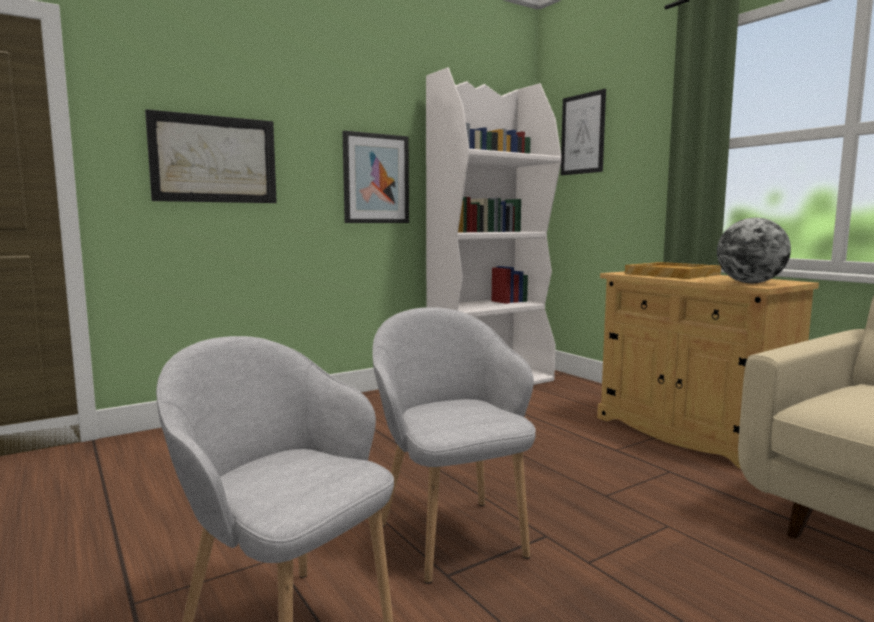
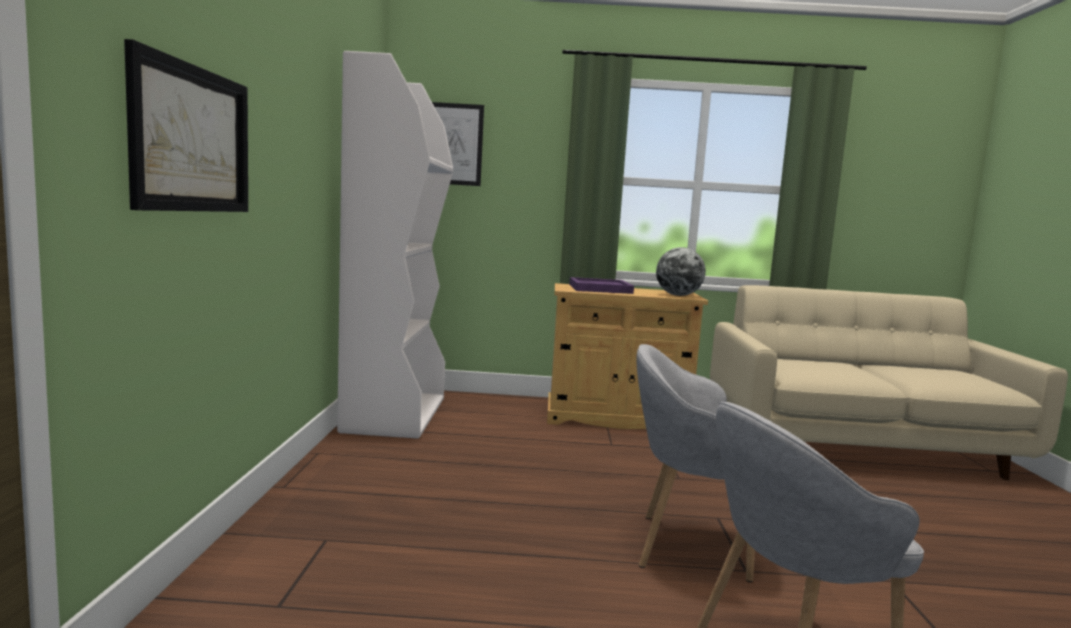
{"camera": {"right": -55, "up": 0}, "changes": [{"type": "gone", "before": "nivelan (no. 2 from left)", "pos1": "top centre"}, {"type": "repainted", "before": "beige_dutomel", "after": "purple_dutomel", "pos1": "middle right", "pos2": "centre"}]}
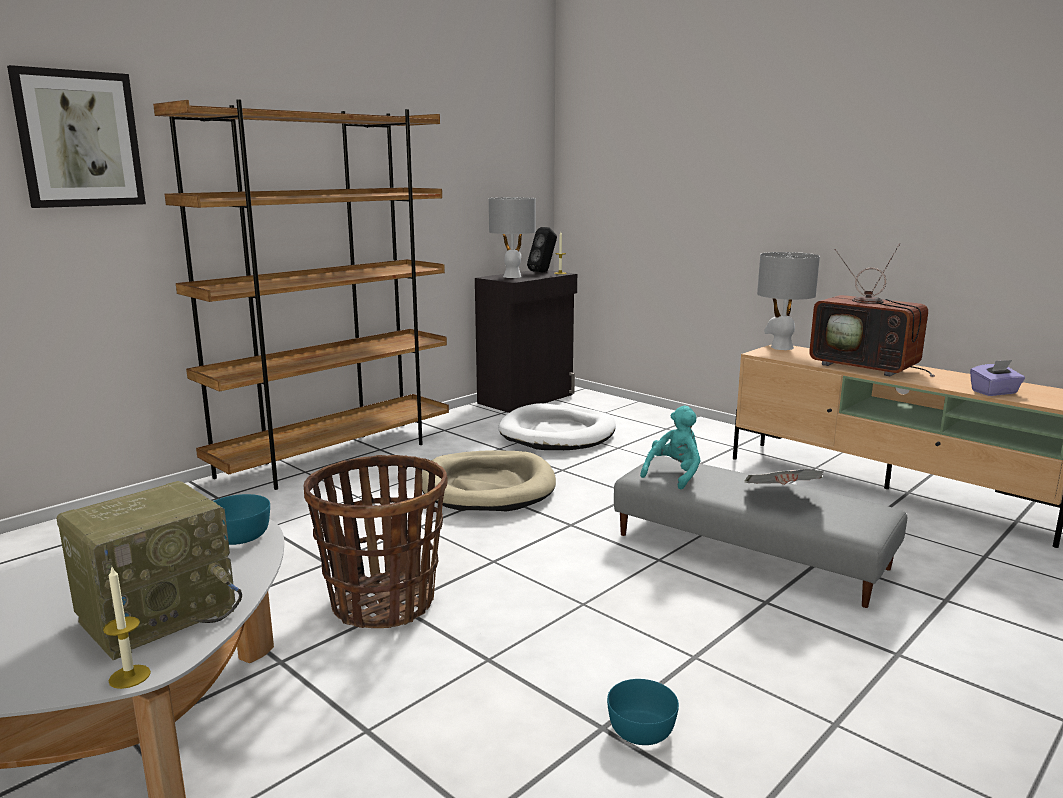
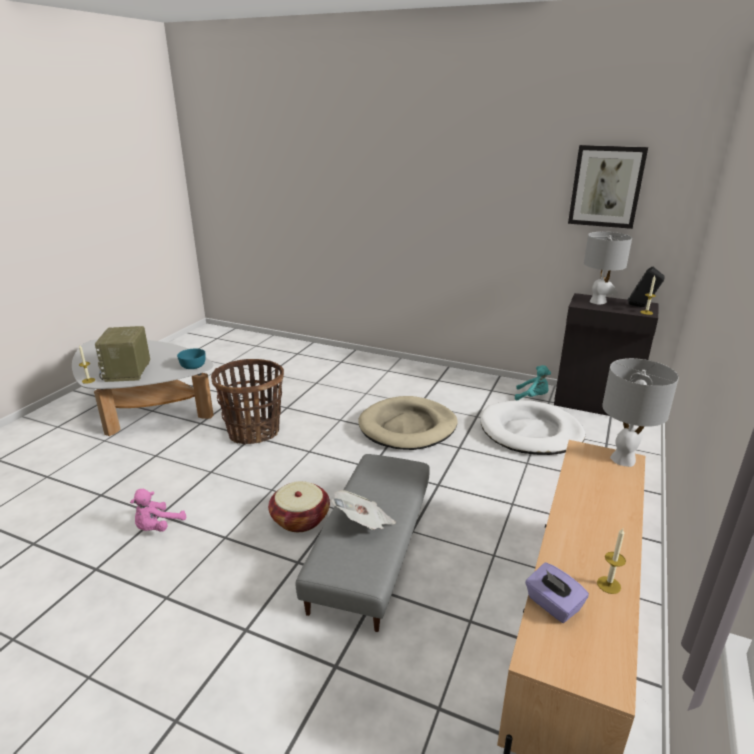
{"camera": {"right": 70, "up": 10}, "changes": [{"type": "gone", "before": "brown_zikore", "pos1": "middle left"}, {"type": "gone", "before": "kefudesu", "pos1": "middle right"}, {"type": "new", "after": "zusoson (no. 2 from left)", "pos2": "bottom centre"}, {"type": "new", "after": "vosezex (no. 2 from left)", "pos2": "bottom right"}, {"type": "shifted", "before": "nivelan", "pos1": "top left", "pos2": "top right"}, {"type": "shifted", "before": "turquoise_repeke", "pos1": "centre", "pos2": "middle right"}, {"type": "swapped", "before": "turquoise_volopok (no. 2 from left)", "after": "pink_repeke", "pos1": "bottom centre", "pos2": "bottom left"}, {"type": "rotated", "before": "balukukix", "pos1": "bottom left", "pos2": "middle left", "turn": 60}]}
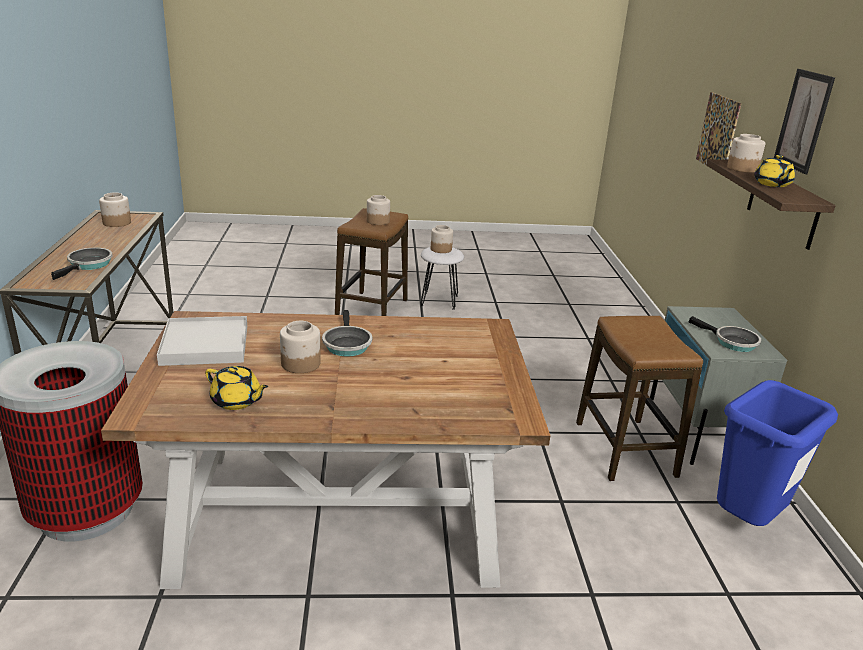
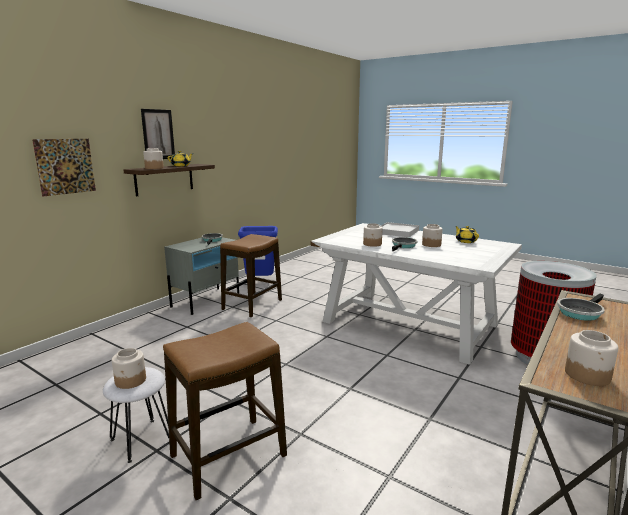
{"camera": {"right": -140, "up": -10}, "changes": [{"type": "shifted", "before": "white_dutomel", "pos1": "middle left", "pos2": "centre"}, {"type": "shifted", "before": "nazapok (no. 3 from left)", "pos1": "top centre", "pos2": "centre"}, {"type": "repainted", "before": "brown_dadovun", "after": "white_dadovun", "pos1": "bottom centre", "pos2": "centre"}]}
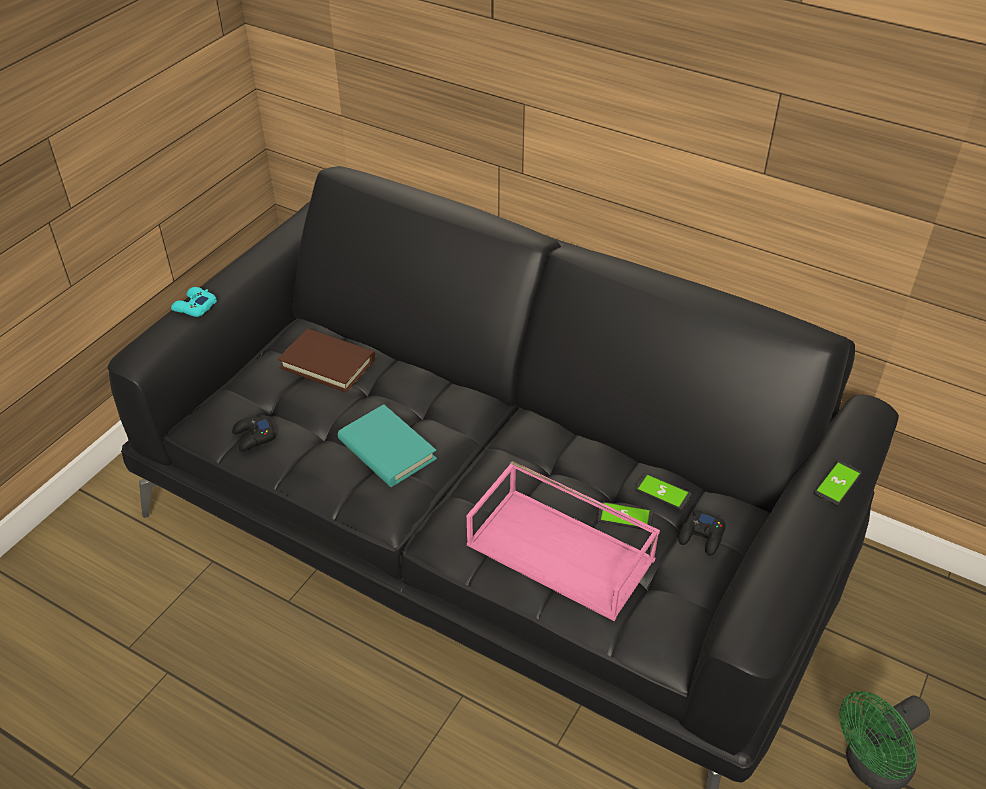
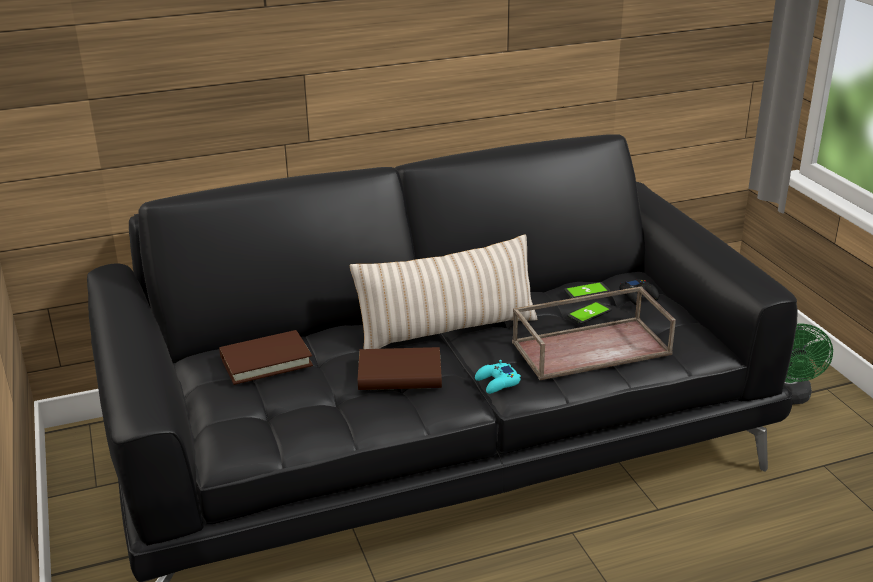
{"camera": {"right": -50, "up": -15}, "changes": [{"type": "gone", "before": "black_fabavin (no. 1 from left)", "pos1": "middle left"}, {"type": "gone", "before": "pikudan (no. 3 from left)", "pos1": "middle right"}, {"type": "new", "after": "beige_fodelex", "pos2": "centre"}, {"type": "shifted", "before": "turquoise_fabavin", "pos1": "middle left", "pos2": "centre"}, {"type": "repainted", "before": "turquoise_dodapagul", "after": "brown_dodapagul (no. 2 from left)", "pos1": "centre", "pos2": "centre"}, {"type": "repainted", "before": "pink_dutomel", "after": "brown_dutomel", "pos1": "bottom centre", "pos2": "middle right"}]}
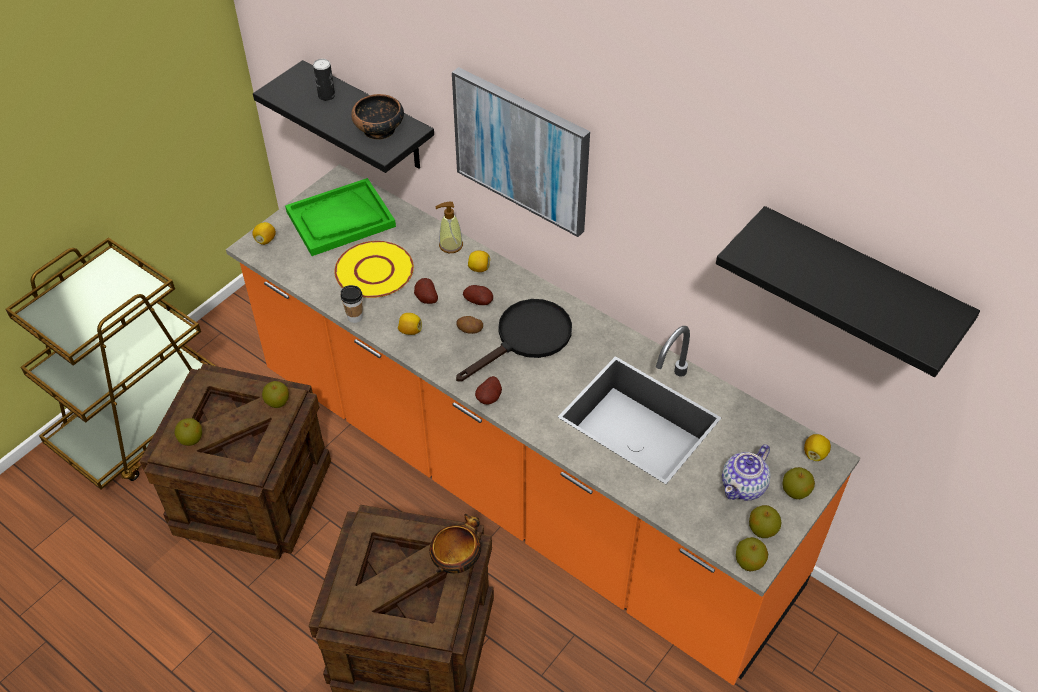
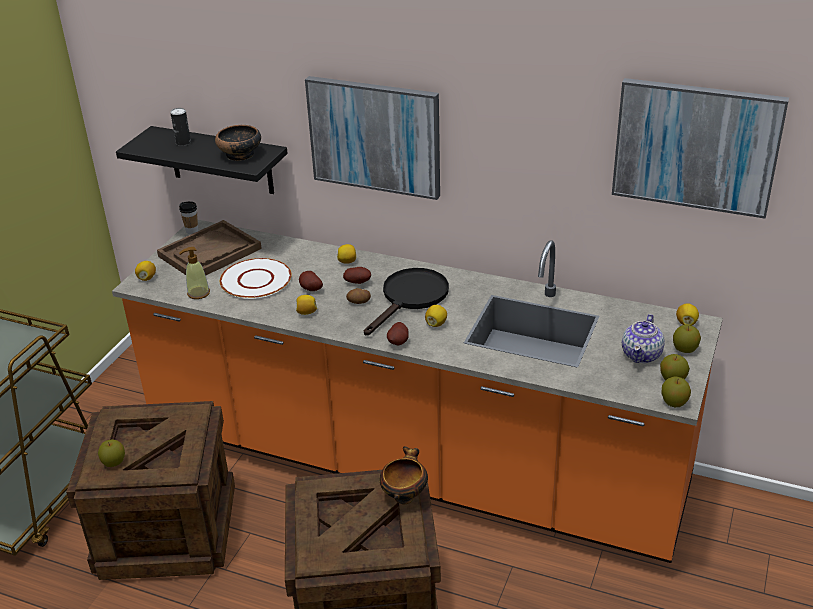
{"camera": {"right": -15, "up": -15}, "changes": [{"type": "gone", "before": "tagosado (no. 2 from left)", "pos1": "middle left"}, {"type": "new", "after": "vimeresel (no. 4 from left)", "pos2": "centre"}, {"type": "shifted", "before": "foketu", "pos1": "centre", "pos2": "middle left"}, {"type": "shifted", "before": "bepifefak", "pos1": "top centre", "pos2": "middle left"}, {"type": "swapped", "before": "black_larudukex (no. 2 from left)", "after": "nivelan (no. 2 from left)", "pos1": "middle right", "pos2": "top right"}, {"type": "repainted", "before": "green_dutomel", "after": "brown_dutomel", "pos1": "top left", "pos2": "middle left"}, {"type": "repainted", "before": "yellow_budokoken", "after": "white_budokoken", "pos1": "centre", "pos2": "middle left"}]}
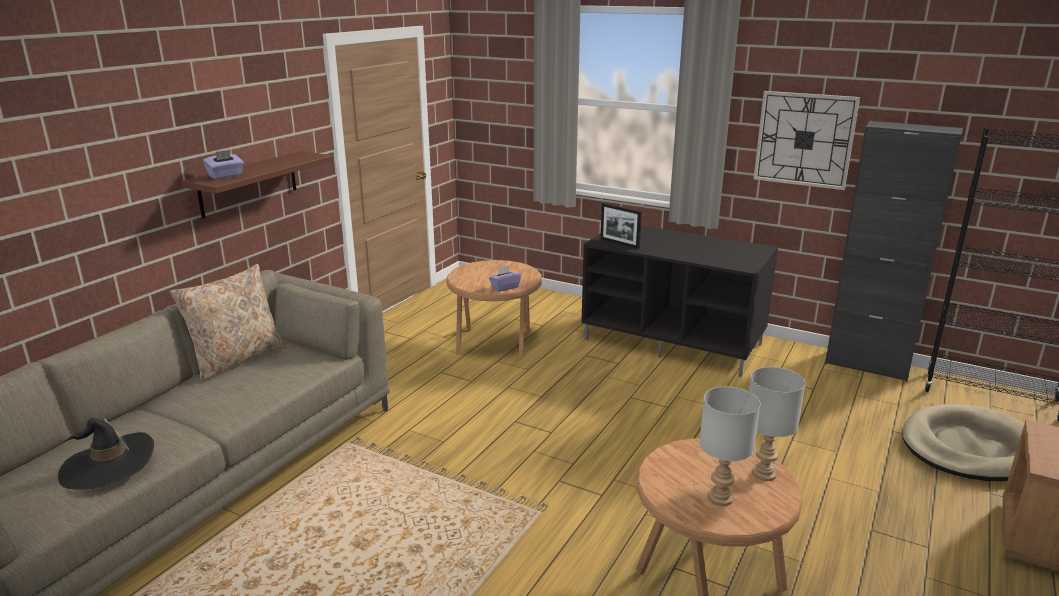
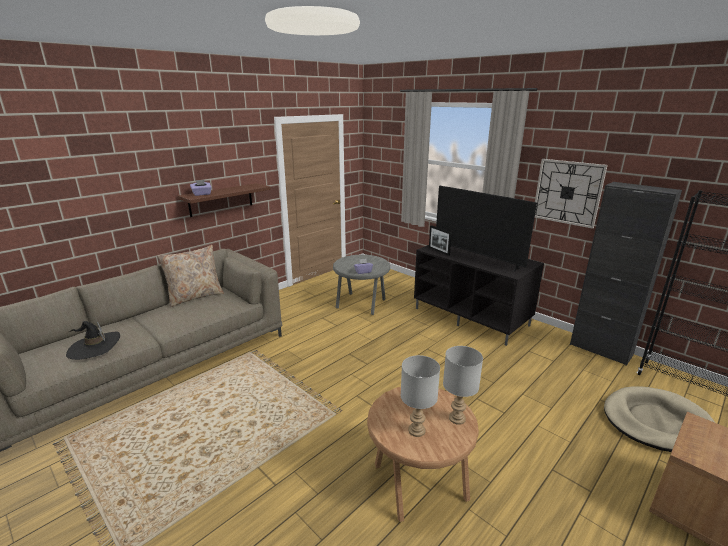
{"camera": {"right": 15, "up": 0}, "changes": [{"type": "new", "after": "kefudesu", "pos2": "middle right"}, {"type": "repainted", "before": "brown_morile (no. 1 from left)", "after": "grey_morile", "pos1": "centre", "pos2": "centre"}]}
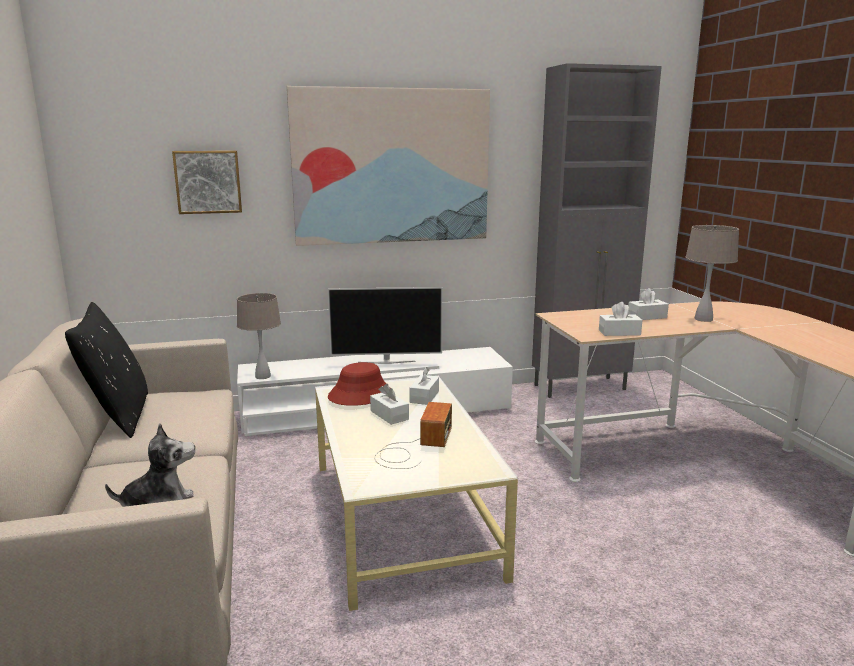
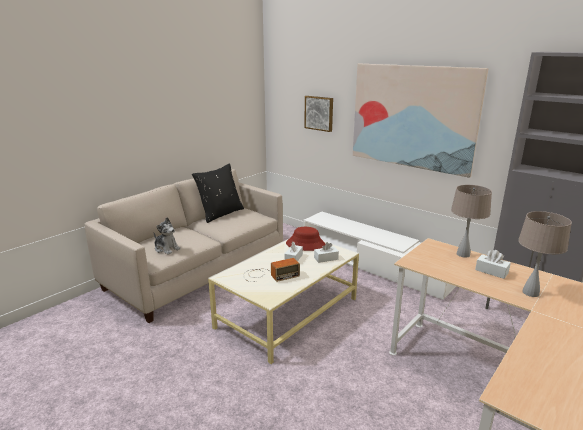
{"camera": {"right": 55, "up": 5}, "changes": [{"type": "gone", "before": "kefudesu", "pos1": "centre"}, {"type": "gone", "before": "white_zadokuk (no. 3 from left)", "pos1": "middle right"}, {"type": "shifted", "before": "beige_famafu (no. 1 from left)", "pos1": "middle left", "pos2": "middle right"}]}
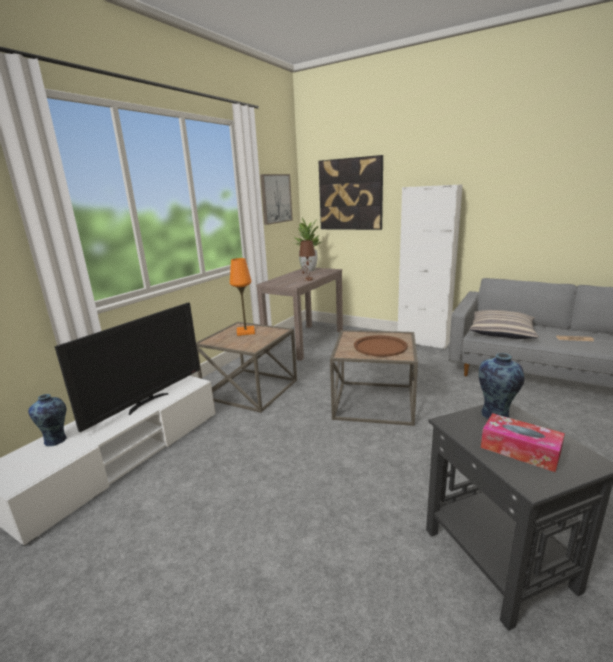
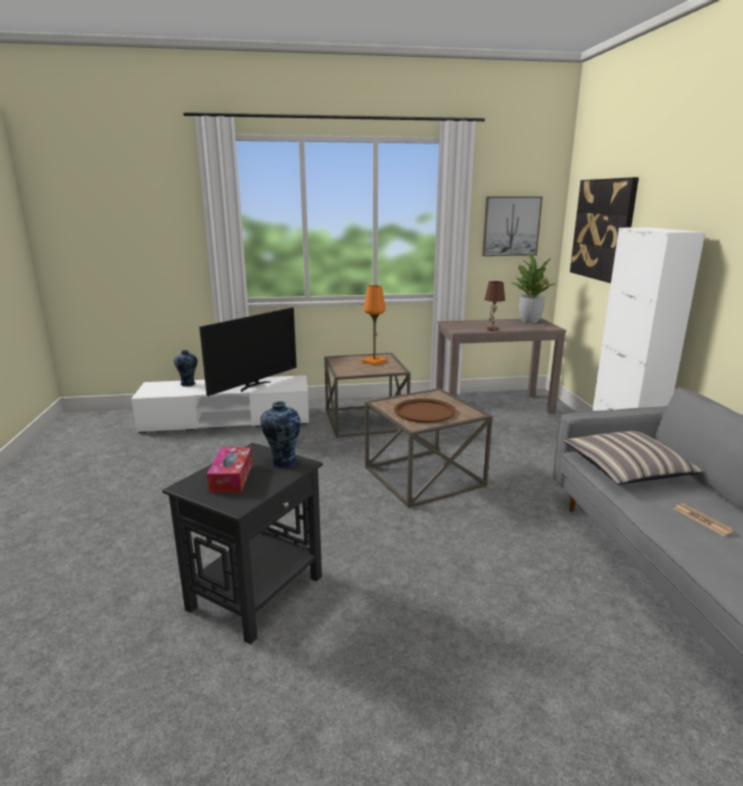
{"camera": {"right": 50, "up": 0}, "changes": [{"type": "rotated", "before": "kefudesu", "pos1": "middle left", "pos2": "centre", "turn": -45}]}
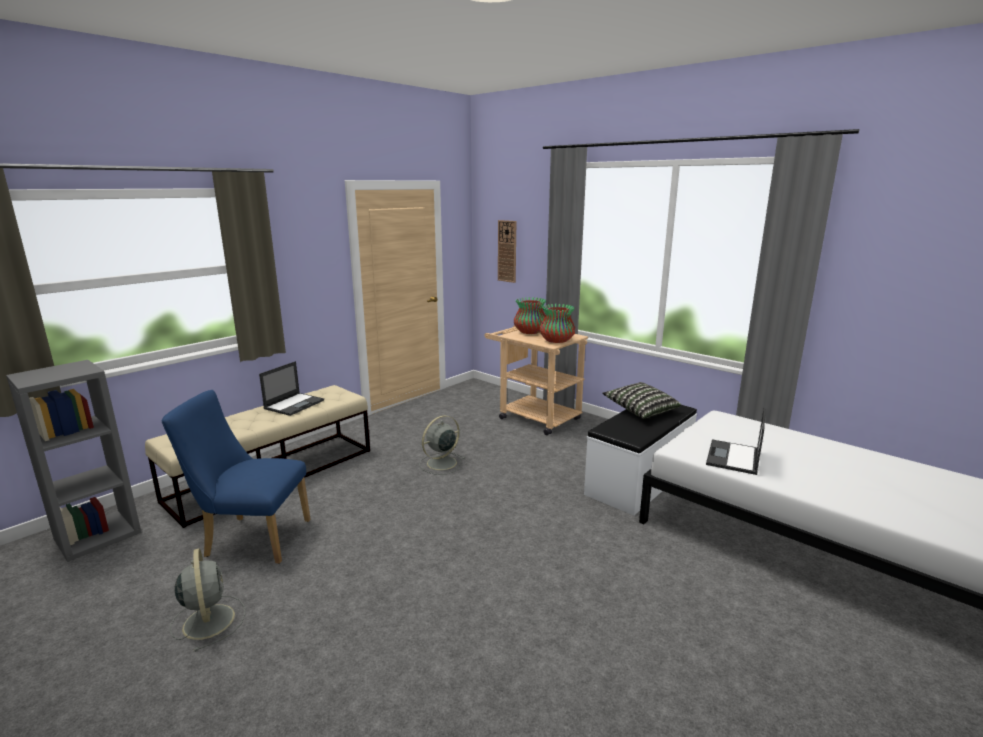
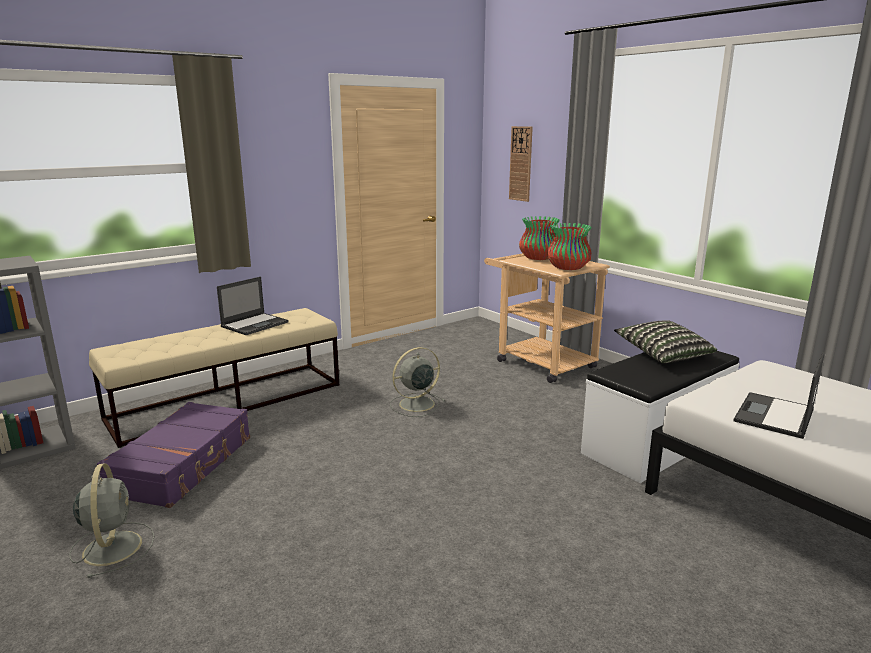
{"camera": {"right": 10, "up": 0}, "changes": [{"type": "swapped", "before": "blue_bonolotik", "after": "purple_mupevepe", "pos1": "middle left", "pos2": "bottom left"}]}
